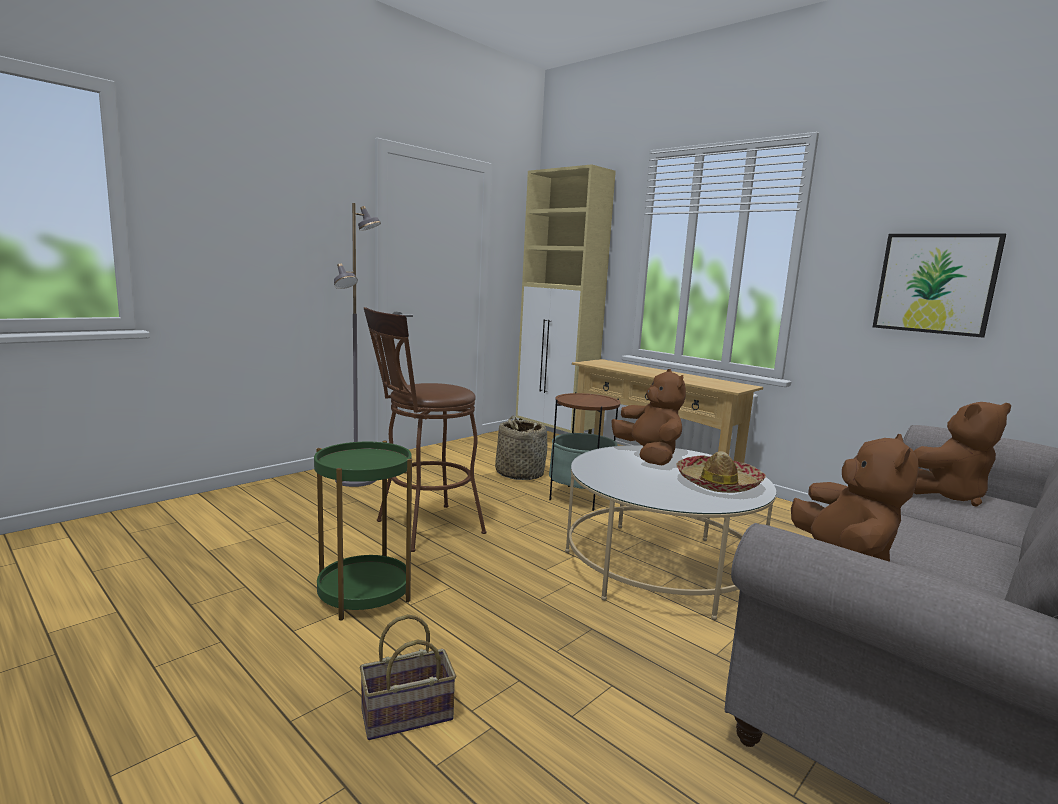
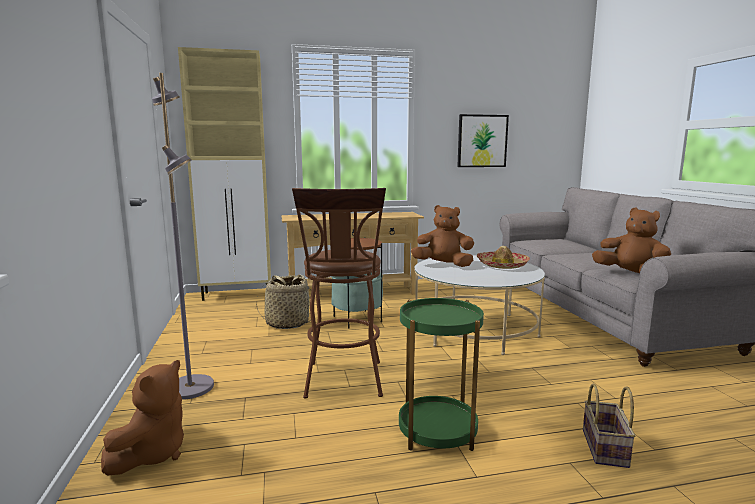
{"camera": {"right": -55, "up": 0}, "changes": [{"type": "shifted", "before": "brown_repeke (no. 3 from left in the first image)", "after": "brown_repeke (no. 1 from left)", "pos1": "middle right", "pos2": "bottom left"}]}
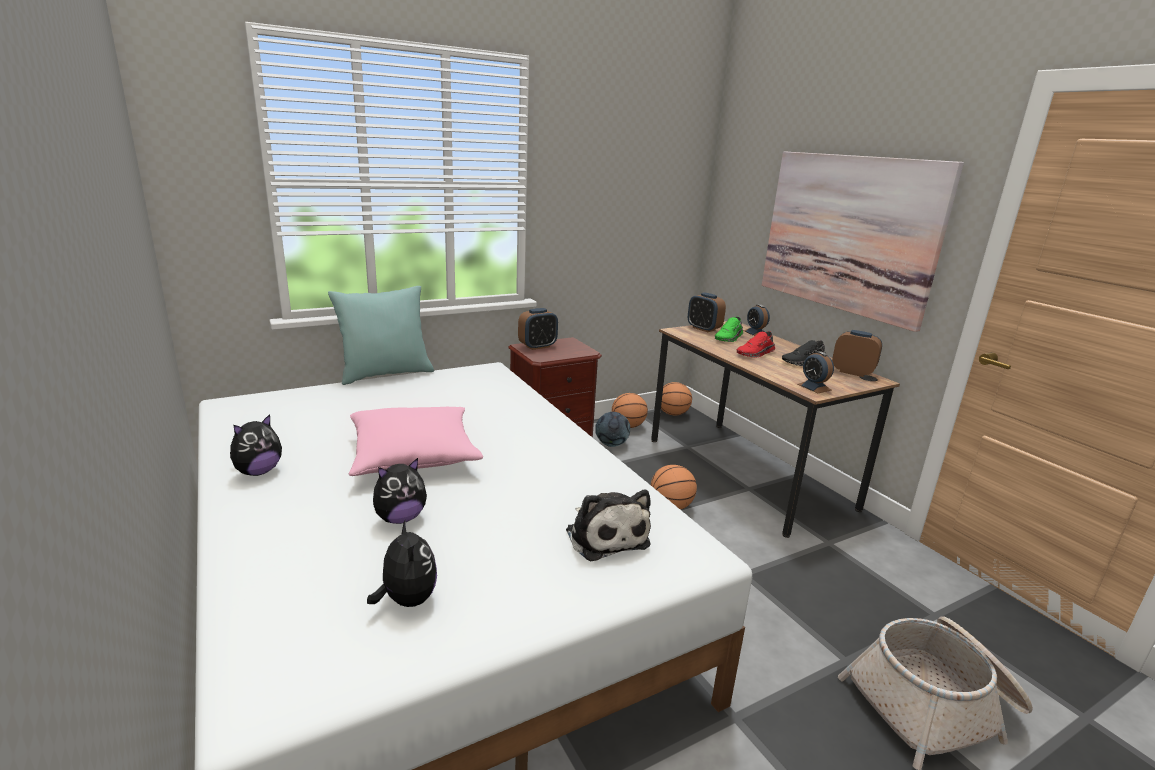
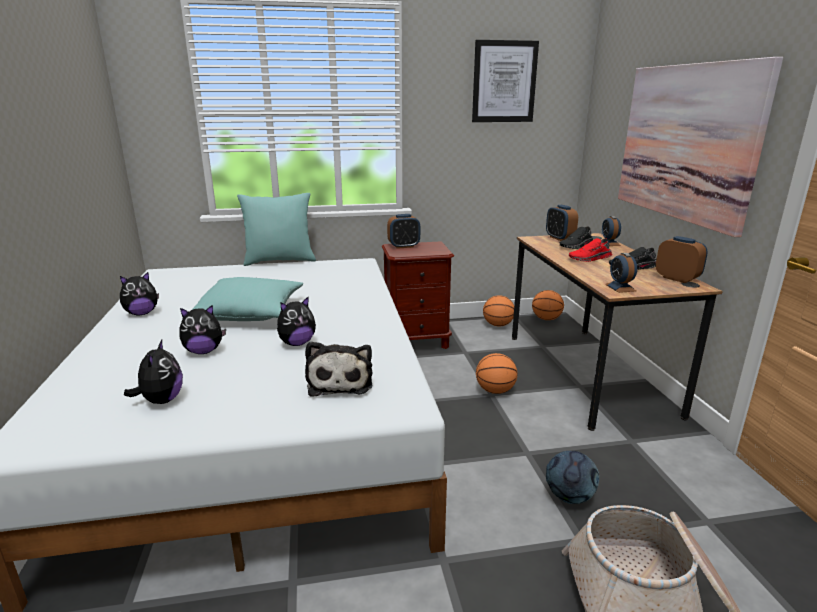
{"camera": {"right": 20, "up": 0}, "changes": [{"type": "new", "after": "repeke (no. 4 from left)", "pos2": "centre"}, {"type": "new", "after": "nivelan (no. 1 from left)", "pos2": "top centre"}, {"type": "shifted", "before": "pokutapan", "pos1": "centre", "pos2": "bottom right"}, {"type": "repainted", "before": "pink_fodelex", "after": "turquoise_fodelex (no. 1 from left)", "pos1": "centre", "pos2": "middle left"}, {"type": "repainted", "before": "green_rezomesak", "after": "black_rezomesak (no. 1 from left)", "pos1": "centre", "pos2": "middle right"}]}
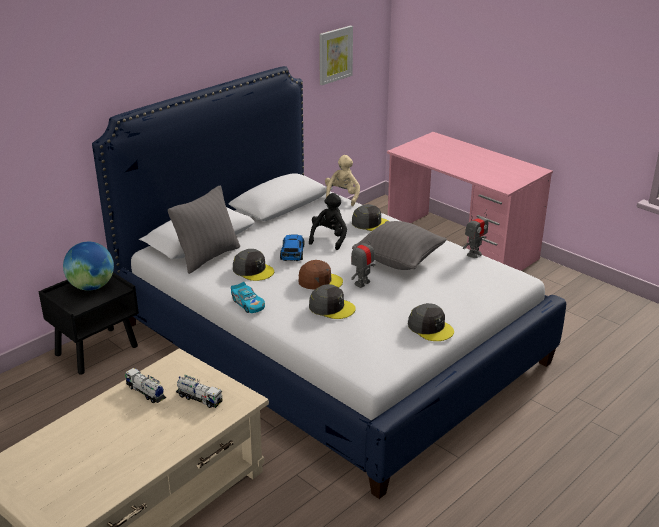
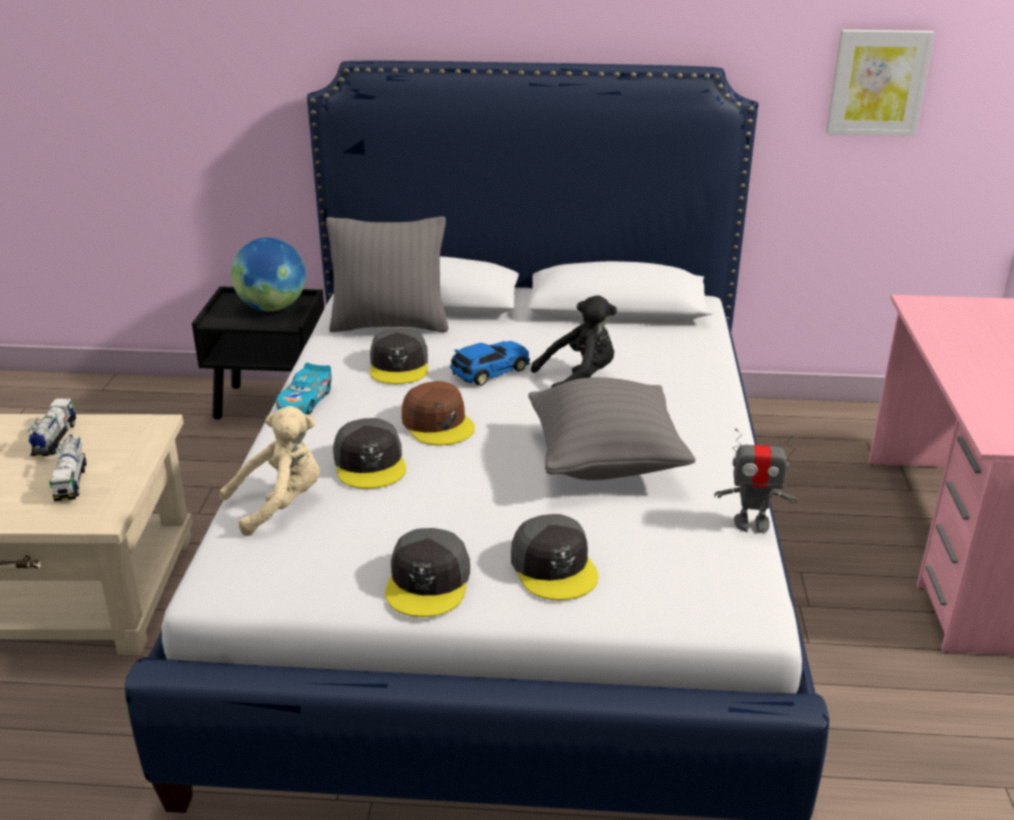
{"camera": {"right": 50, "up": 0}, "changes": [{"type": "gone", "before": "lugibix (no. 1 from left)", "pos1": "centre"}, {"type": "shifted", "before": "beige_repeke", "pos1": "centre", "pos2": "middle left"}, {"type": "shifted", "before": "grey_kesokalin (no. 3 from left in the first image)", "after": "grey_kesokalin (no. 4 from left)", "pos1": "centre", "pos2": "bottom centre"}]}
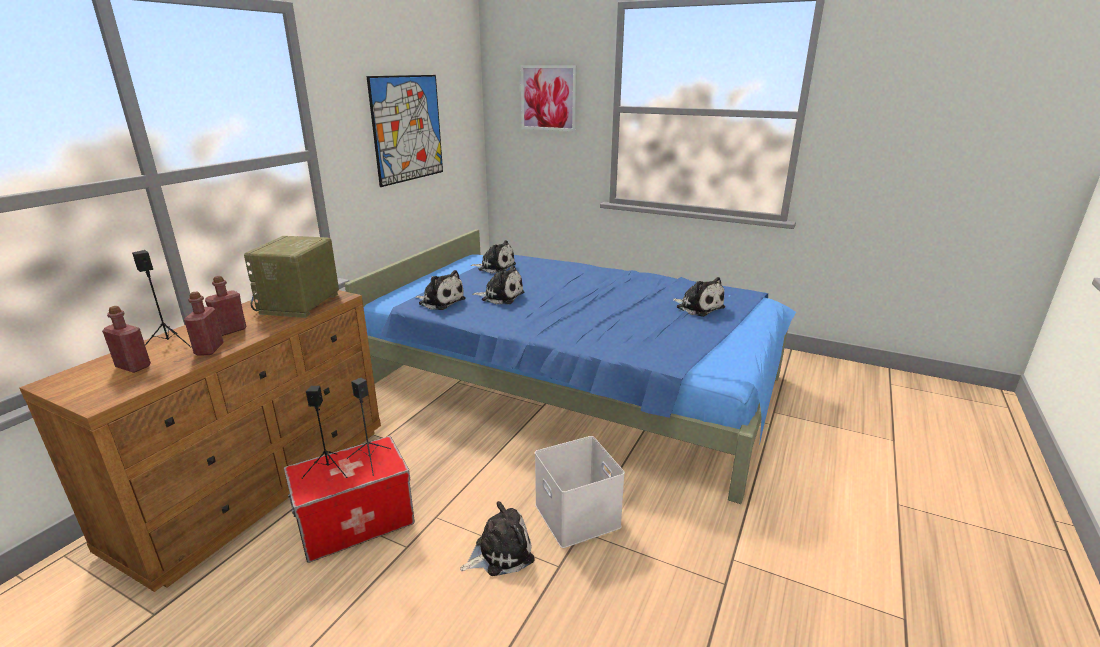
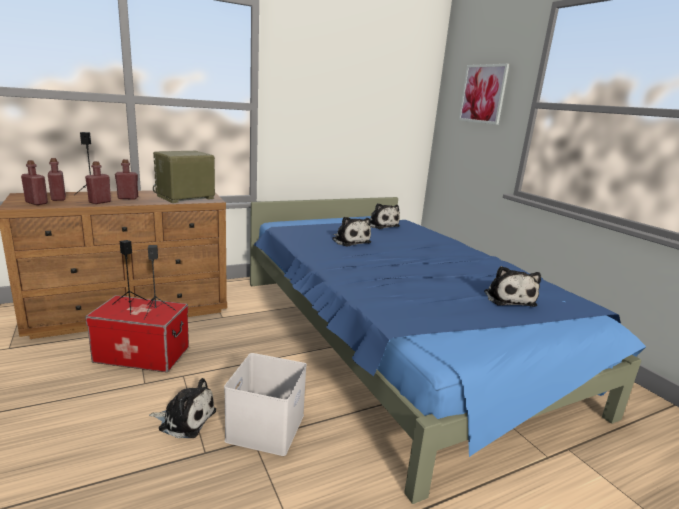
{"camera": {"right": 35, "up": -5}, "changes": [{"type": "gone", "before": "nivelan (no. 1 from left)", "pos1": "top centre"}, {"type": "gone", "before": "repeke (no. 1 from left)", "pos1": "centre"}, {"type": "new", "after": "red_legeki (no. 1 from left)", "pos2": "middle left"}]}
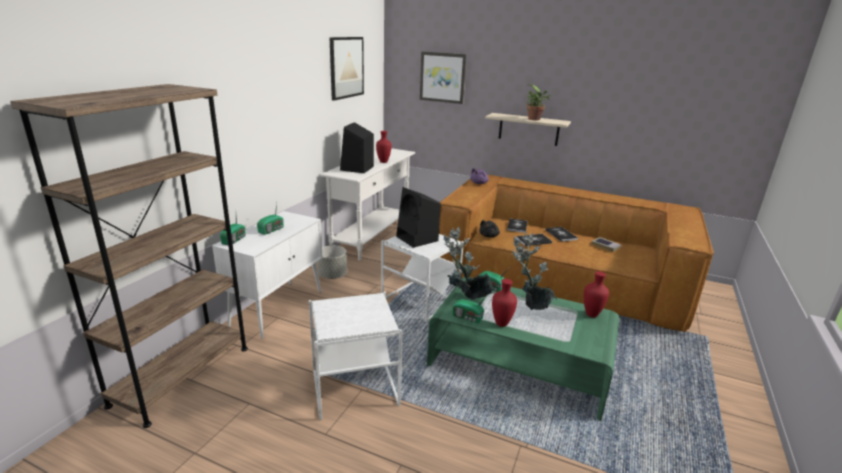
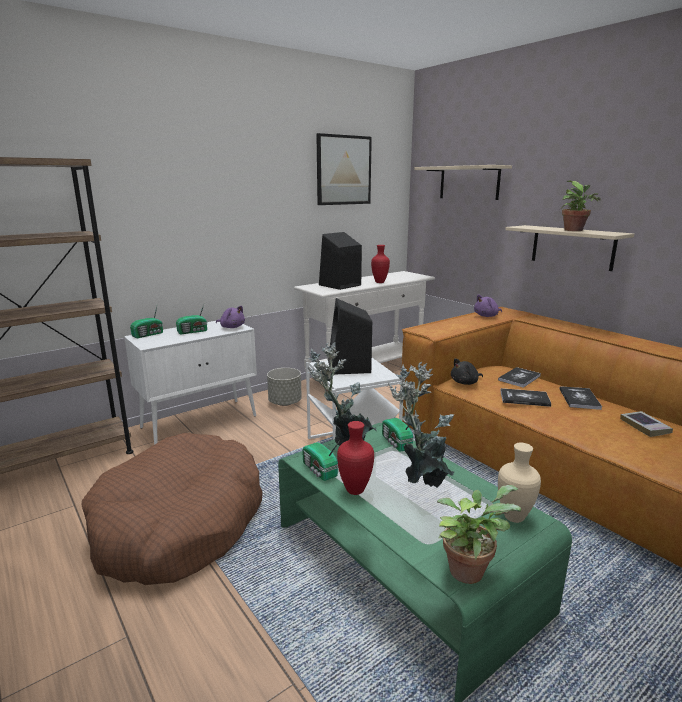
{"camera": {"right": 30, "up": -5}, "changes": [{"type": "new", "after": "purple_repeke (no. 1 from left)", "pos2": "centre"}, {"type": "new", "after": "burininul (no. 3 from left)", "pos2": "bottom right"}, {"type": "swapped", "before": "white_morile (no. 1 from left)", "after": "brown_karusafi", "pos1": "bottom centre", "pos2": "bottom left"}, {"type": "swapped", "before": "nivelan (no. 2 from left)", "after": "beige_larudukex (no. 1 from left)", "pos1": "top centre", "pos2": "top right"}, {"type": "repainted", "before": "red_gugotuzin (no. 3 from left)", "after": "beige_gugotuzin", "pos1": "middle right", "pos2": "bottom right"}]}
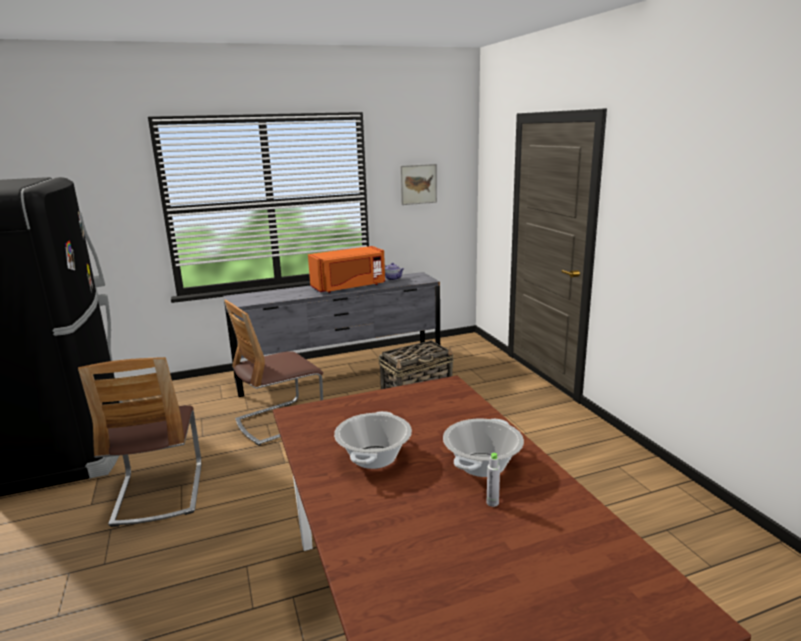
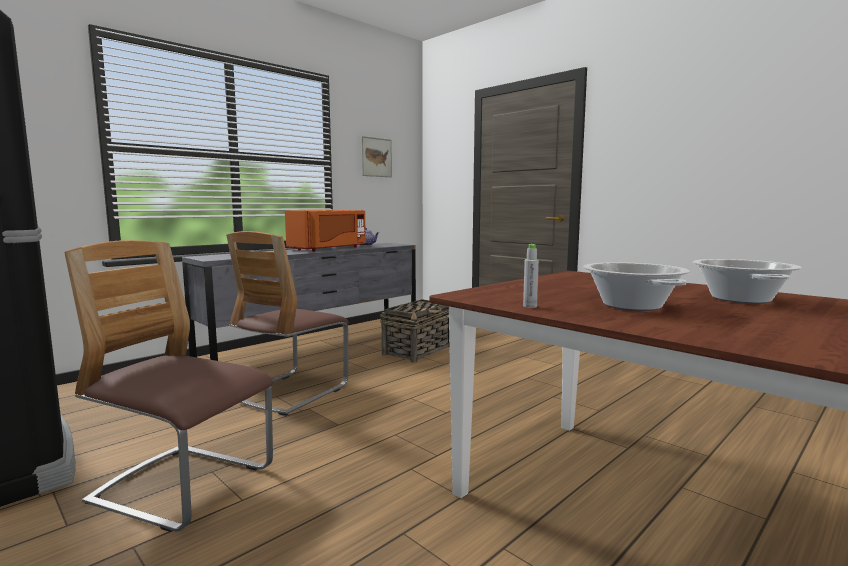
{"camera": {"right": -25, "up": -10}, "changes": [{"type": "shifted", "before": "grey_legeki", "pos1": "bottom centre", "pos2": "centre"}, {"type": "rotated", "before": "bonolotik (no. 1 from left)", "pos1": "bottom left", "pos2": "bottom left", "turn": 150}]}
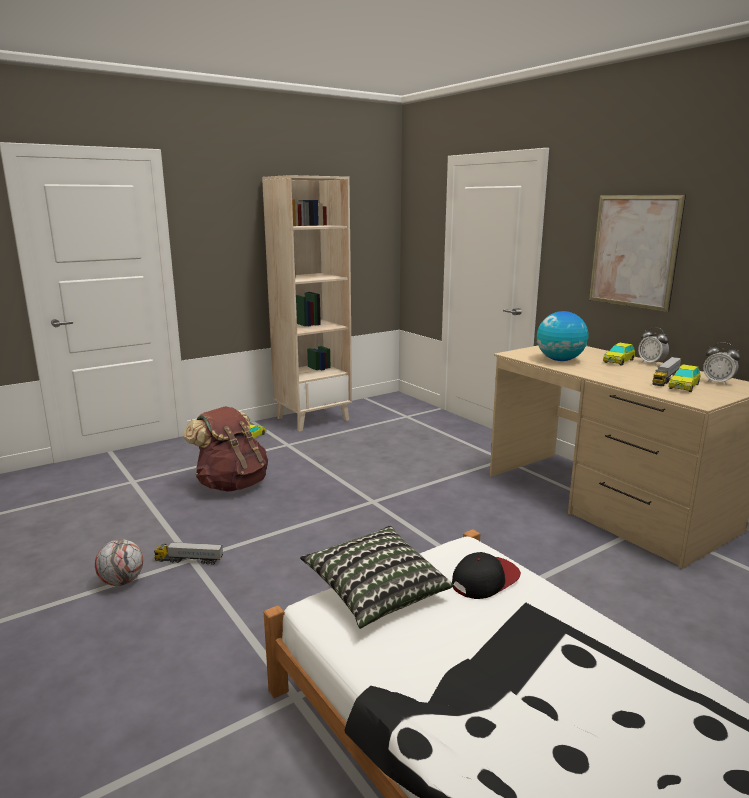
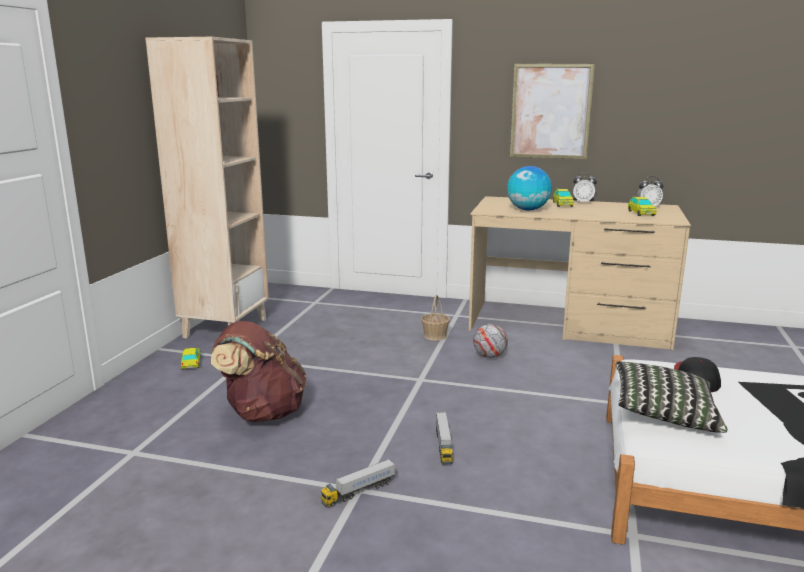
{"camera": {"right": -40, "up": 0}, "changes": [{"type": "new", "after": "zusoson", "pos2": "centre"}, {"type": "shifted", "before": "pokutapan", "pos1": "bottom left", "pos2": "centre"}, {"type": "shifted", "before": "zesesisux (no. 2 from left)", "pos1": "middle right", "pos2": "bottom centre"}]}
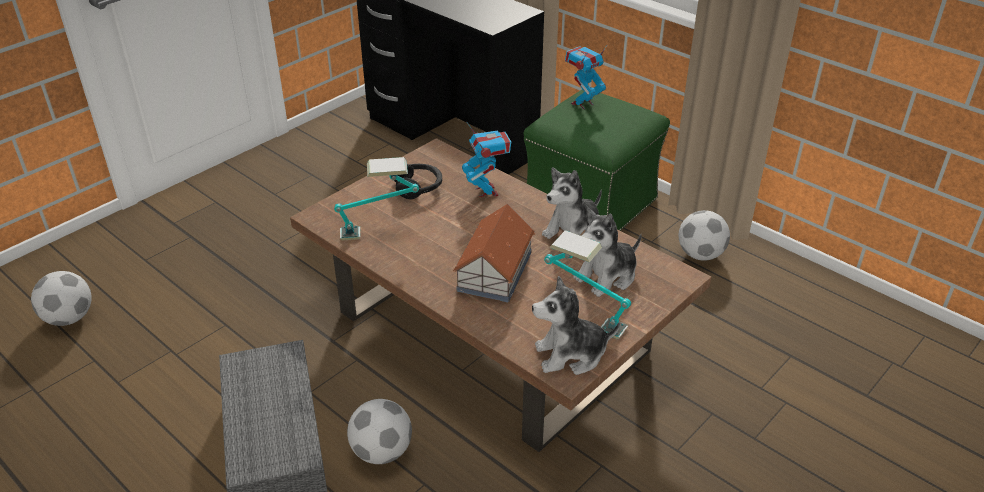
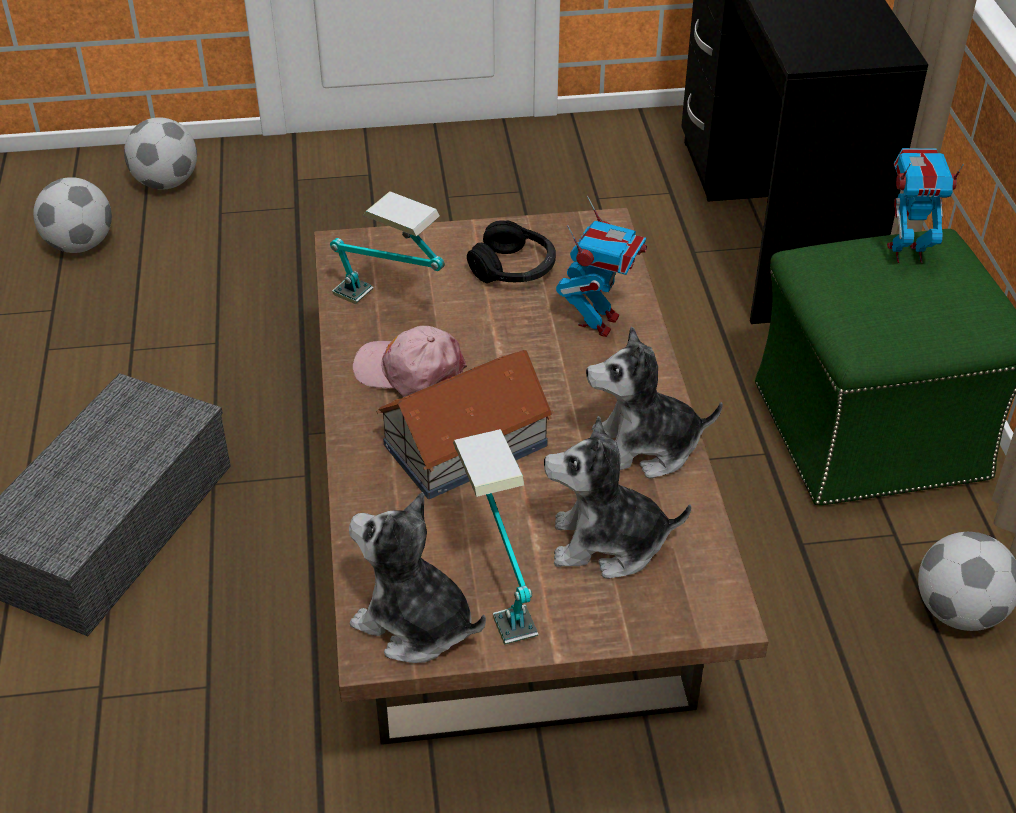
{"camera": {"right": 40, "up": 5}, "changes": [{"type": "new", "after": "pink_kesokalin", "pos2": "centre"}, {"type": "shifted", "before": "pokutapan (no. 2 from left)", "pos1": "bottom centre", "pos2": "top left"}]}
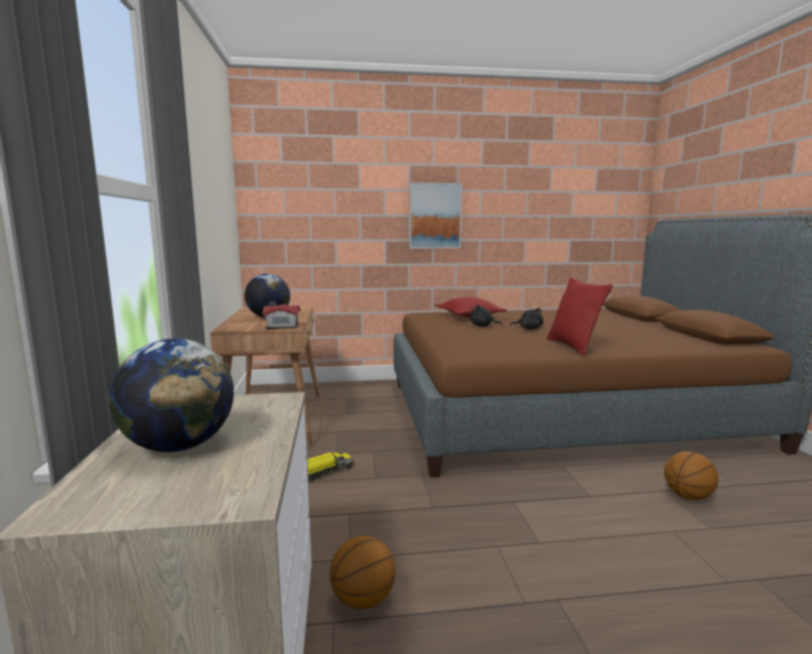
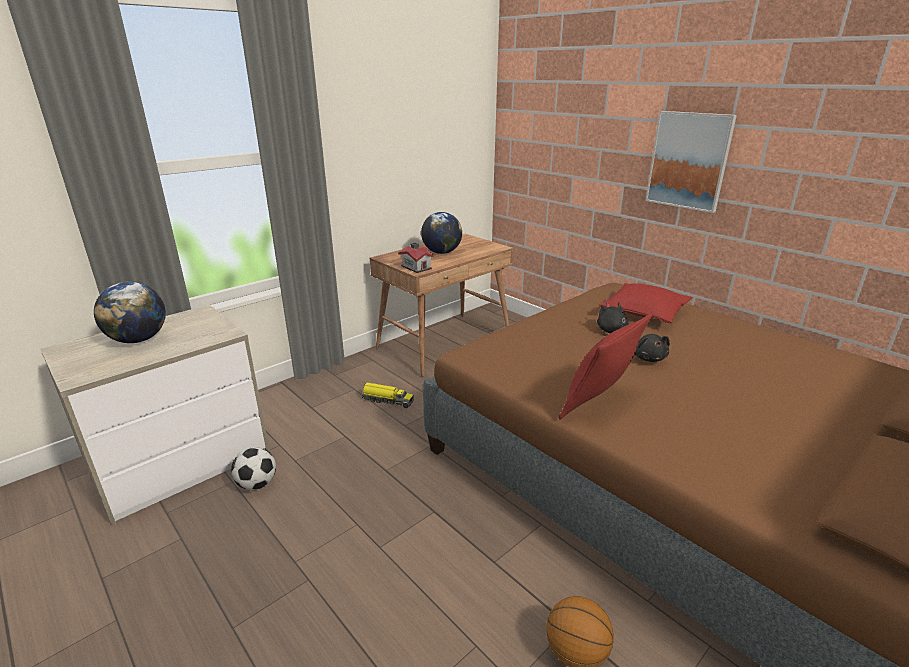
{"camera": {"right": 55, "up": 15}, "changes": [{"type": "swapped", "before": "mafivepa (no. 1 from left)", "after": "pokutapan", "pos1": "bottom centre", "pos2": "bottom left"}]}
